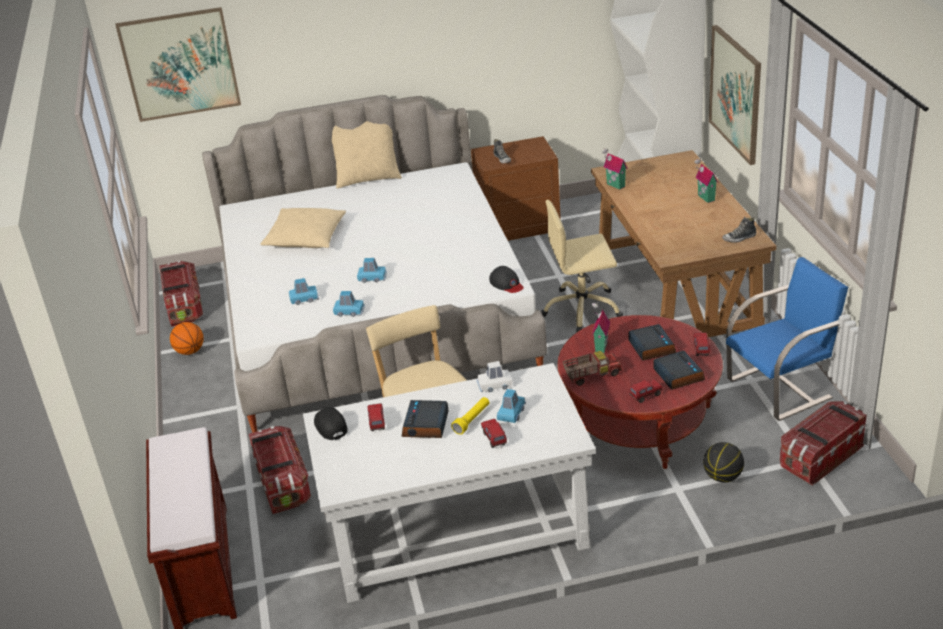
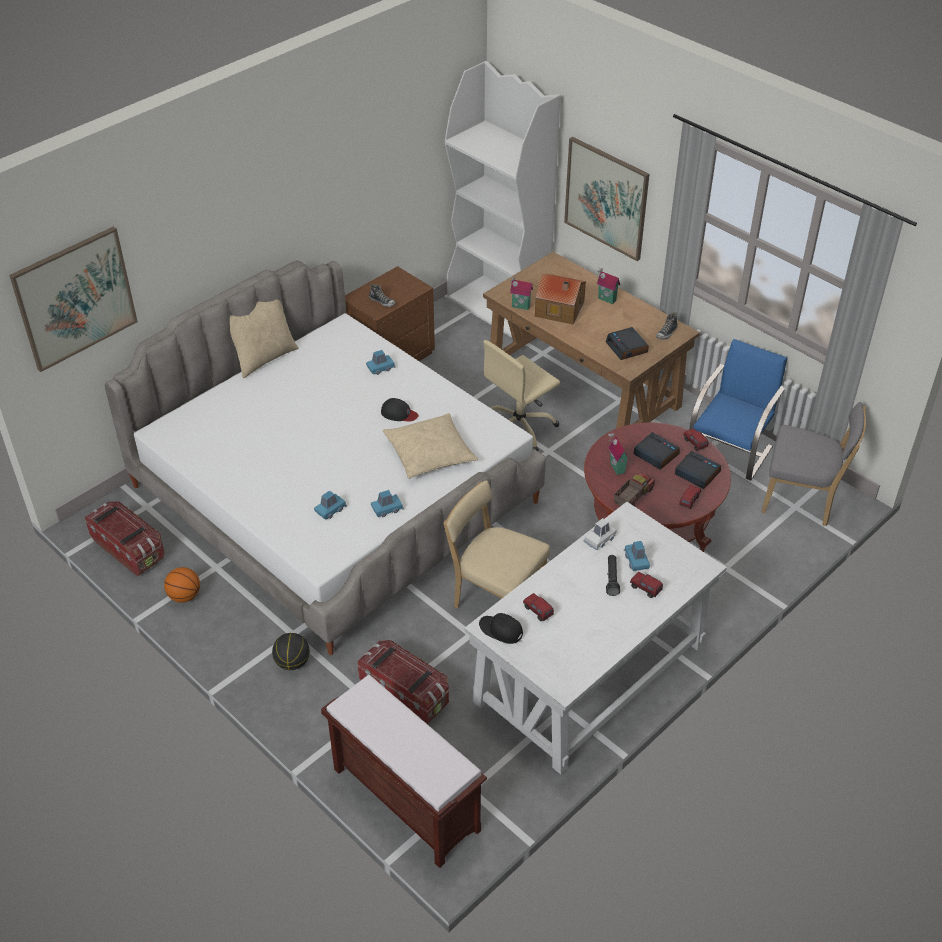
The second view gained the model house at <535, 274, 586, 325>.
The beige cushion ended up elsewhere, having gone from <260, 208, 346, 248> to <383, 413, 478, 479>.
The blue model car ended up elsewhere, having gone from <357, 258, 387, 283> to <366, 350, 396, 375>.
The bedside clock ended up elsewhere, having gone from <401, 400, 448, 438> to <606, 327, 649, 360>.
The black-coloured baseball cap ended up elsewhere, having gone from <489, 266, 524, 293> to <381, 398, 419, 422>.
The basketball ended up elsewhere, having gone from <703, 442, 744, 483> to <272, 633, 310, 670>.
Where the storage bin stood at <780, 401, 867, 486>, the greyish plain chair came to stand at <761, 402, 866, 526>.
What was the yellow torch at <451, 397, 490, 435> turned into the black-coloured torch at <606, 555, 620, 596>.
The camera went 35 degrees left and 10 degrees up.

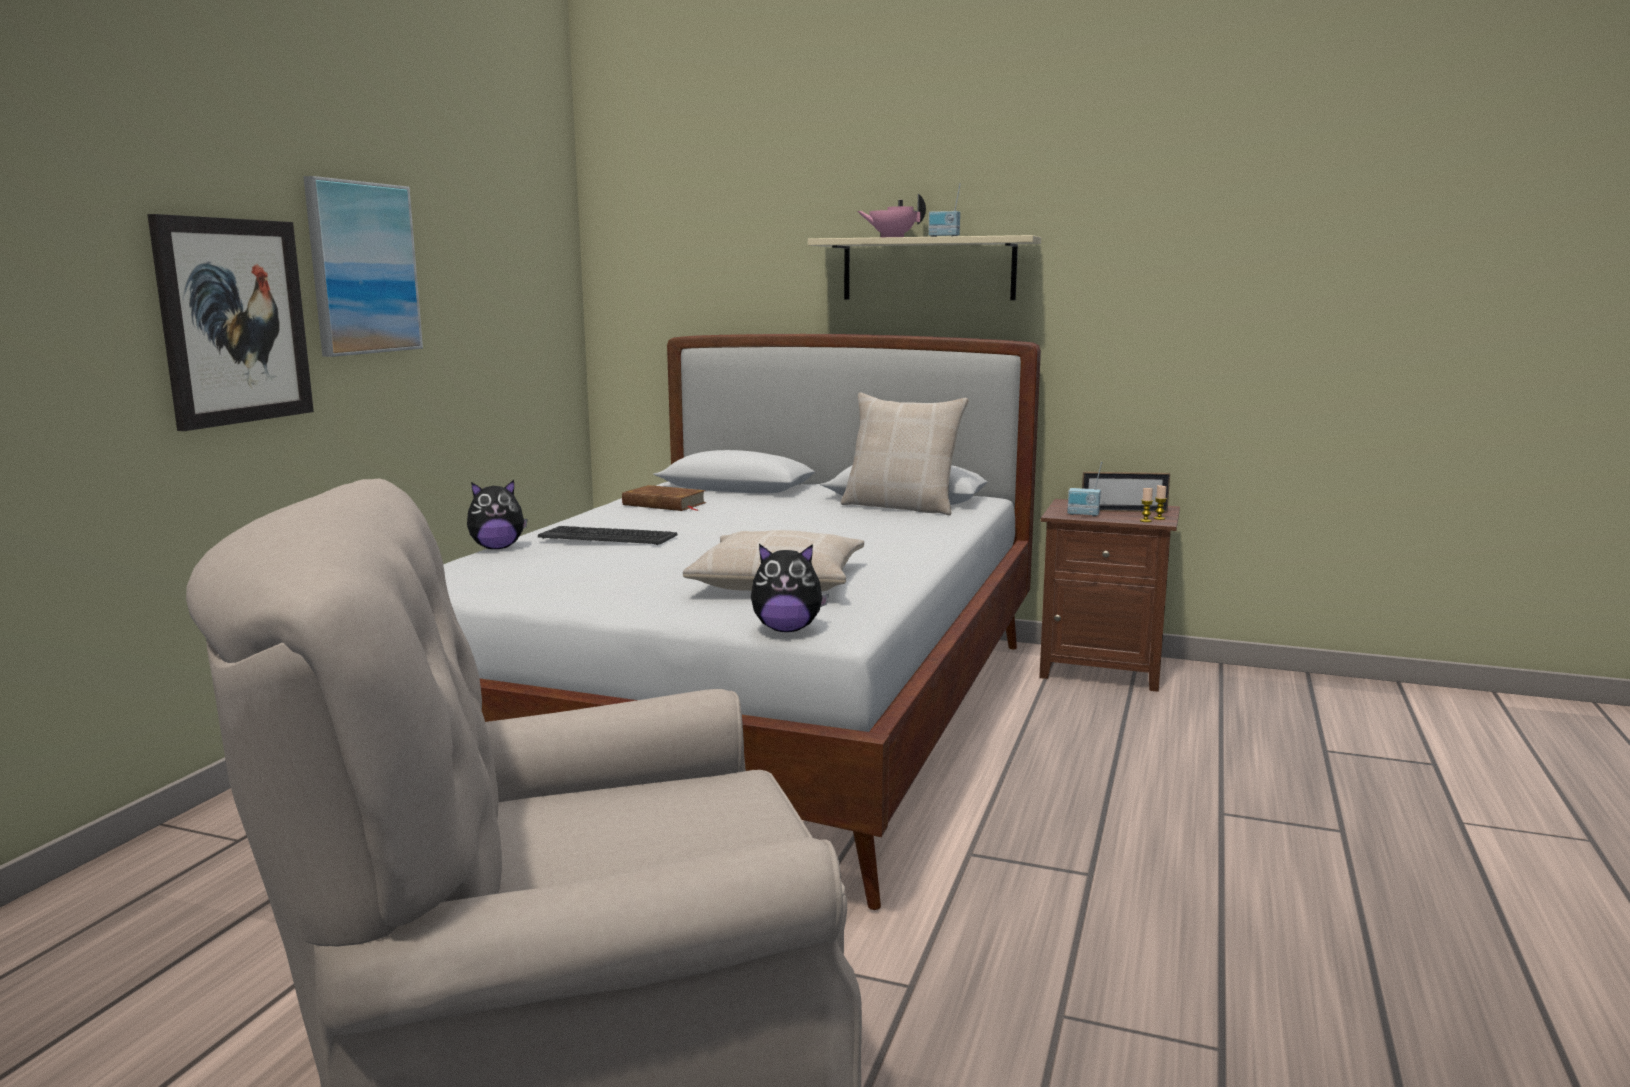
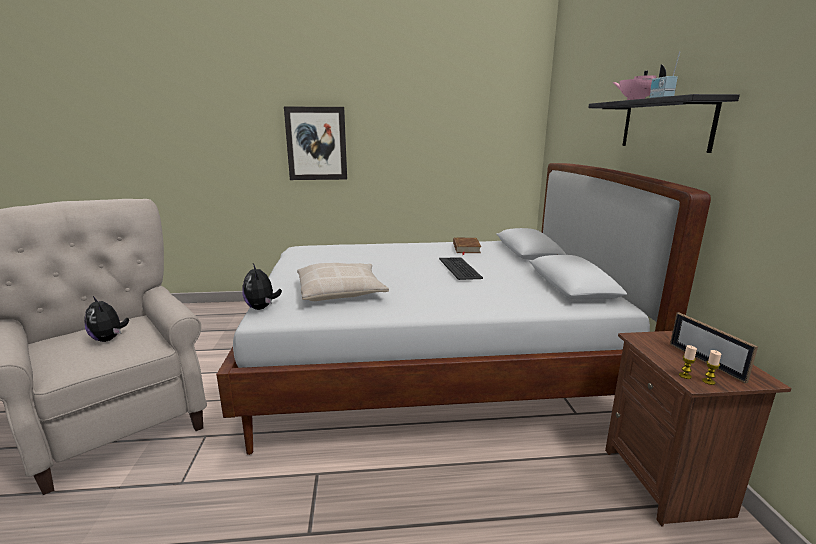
The second view lost the picture at <303, 176, 423, 357>.
The second view lost the beige cushion at <841, 393, 969, 515>.
The second view lost the radio at <1067, 462, 1102, 516>.
The plush toy ended up elsewhere, having gone from <467, 480, 527, 549> to <84, 296, 129, 342>.
The keyboard ended up elsewhere, having gone from <538, 526, 678, 545> to <439, 257, 483, 280>.
What was the beige shelf at <808, 235, 1041, 300> turned into the black-coloured shelf at <588, 94, 740, 153>.
The camera went 65 degrees right and 5 degrees up.

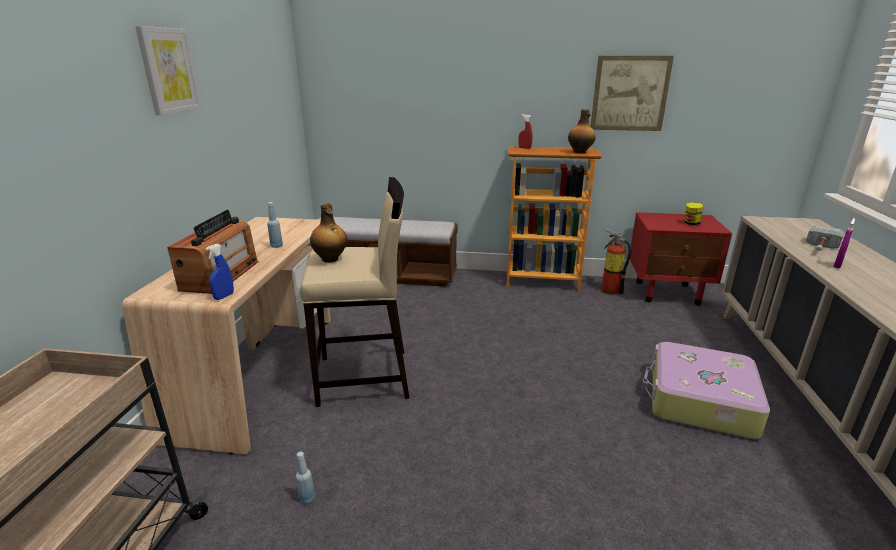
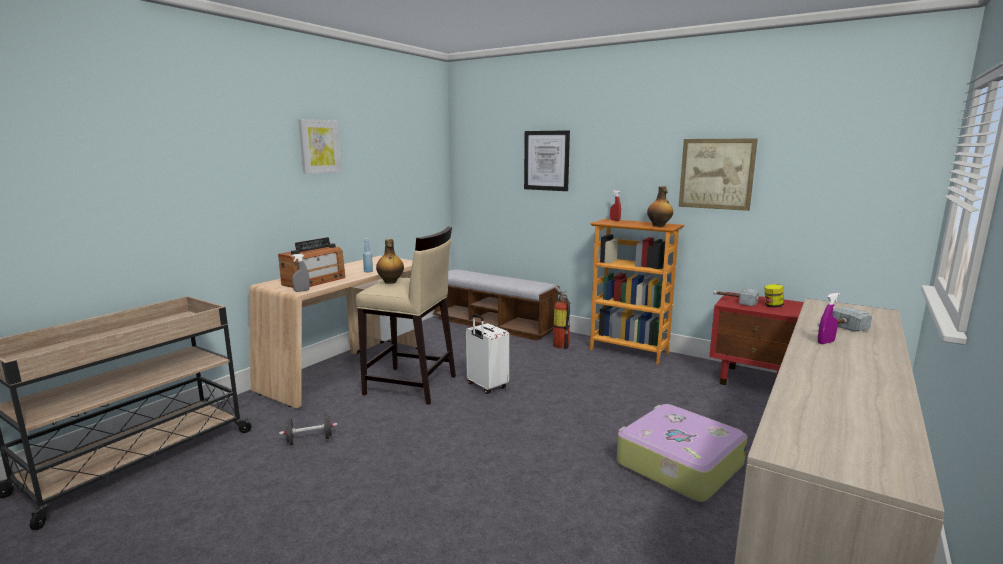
The second view gained the white-coloured piece of luggage at <466, 314, 509, 394>.
The second view gained the picture at <524, 130, 570, 191>.
The second view gained the hand hammer at <713, 288, 759, 306>.
The fire extinguisher ended up elsewhere, having gone from <601, 228, 632, 295> to <553, 286, 571, 349>.
Where the blue beverage bottle stood at <296, 452, 315, 504>, the black-coloured free weight came to stand at <279, 413, 337, 445>.
What was the blue hand sprayer at <205, 244, 234, 300> turned into the greyish hand sprayer at <292, 254, 310, 292>.
The camera went 25 degrees right and 10 degrees down.

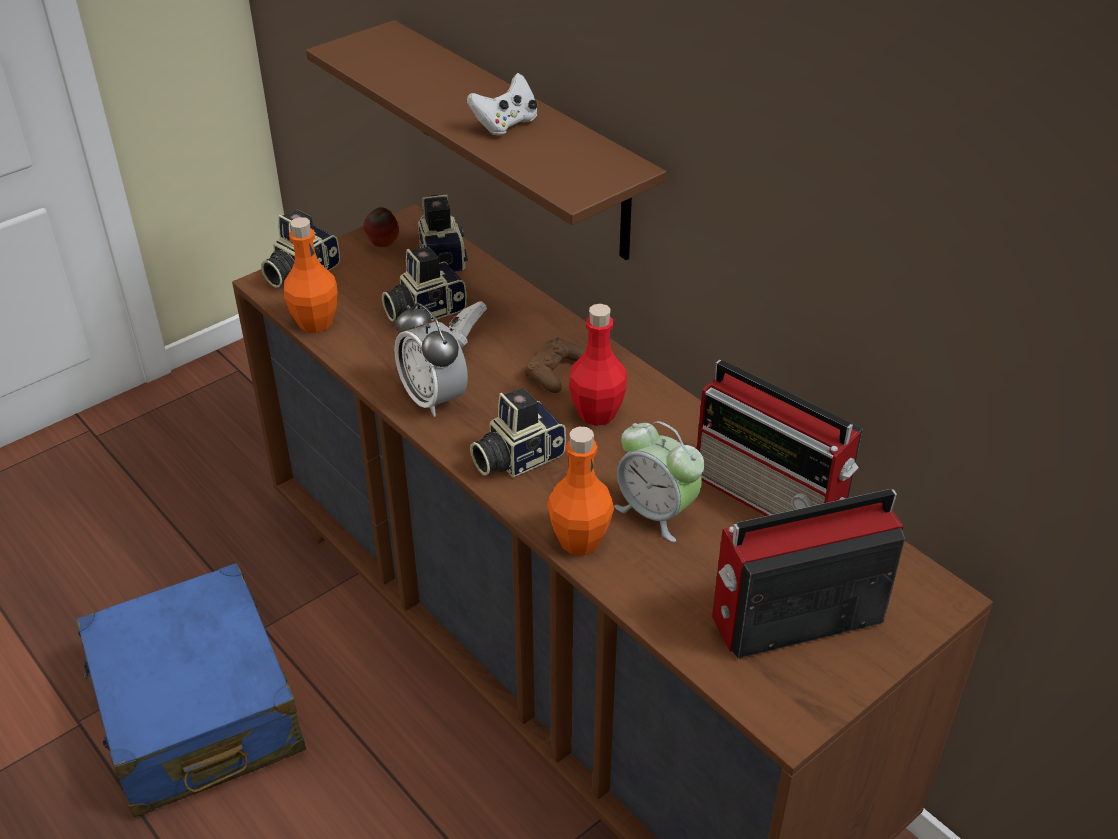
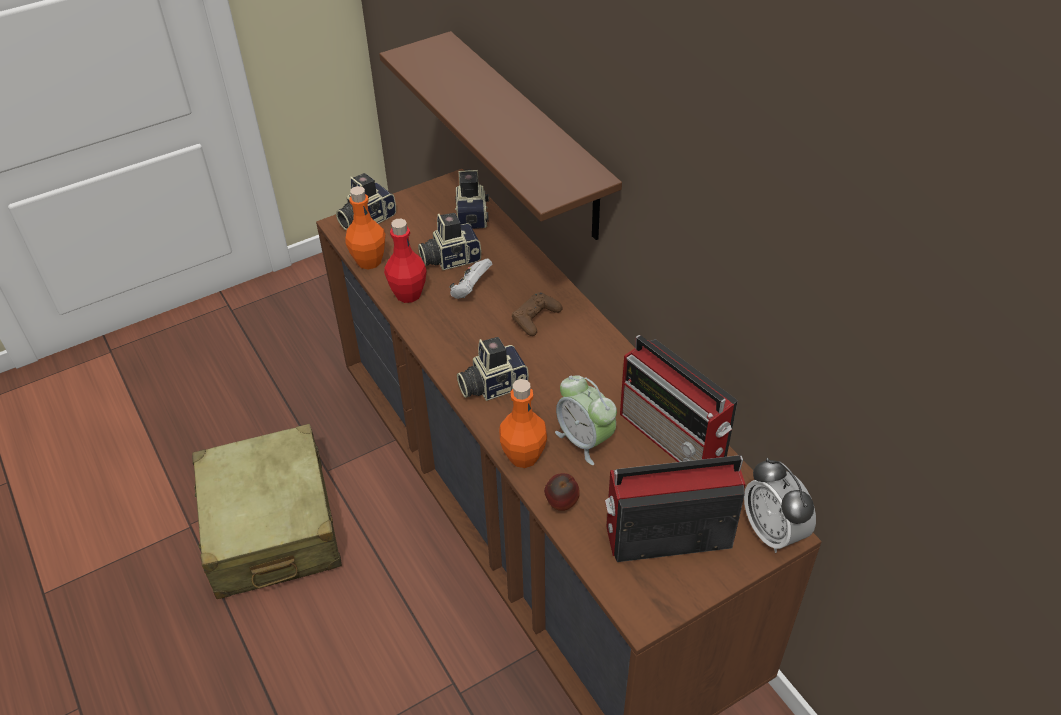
The second view lost the white-coloured gamepad at <467, 73, 537, 135>.
The apple fruit ended up elsewhere, having gone from <364, 207, 399, 247> to <544, 473, 580, 511>.
The bedside clock ended up elsewhere, having gone from <394, 303, 468, 417> to <744, 458, 816, 553>.
The red beverage bottle ended up elsewhere, having gone from <569, 304, 627, 426> to <384, 219, 427, 303>.
What was the blue piece of luggage at <76, 563, 306, 817> turned into the beige piece of luggage at <192, 424, 342, 599>.
The camera went 10 degrees right and 5 degrees up.

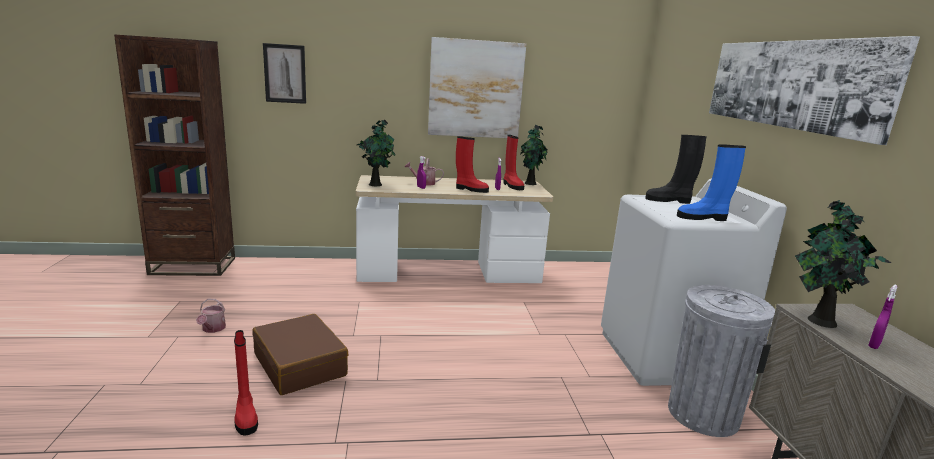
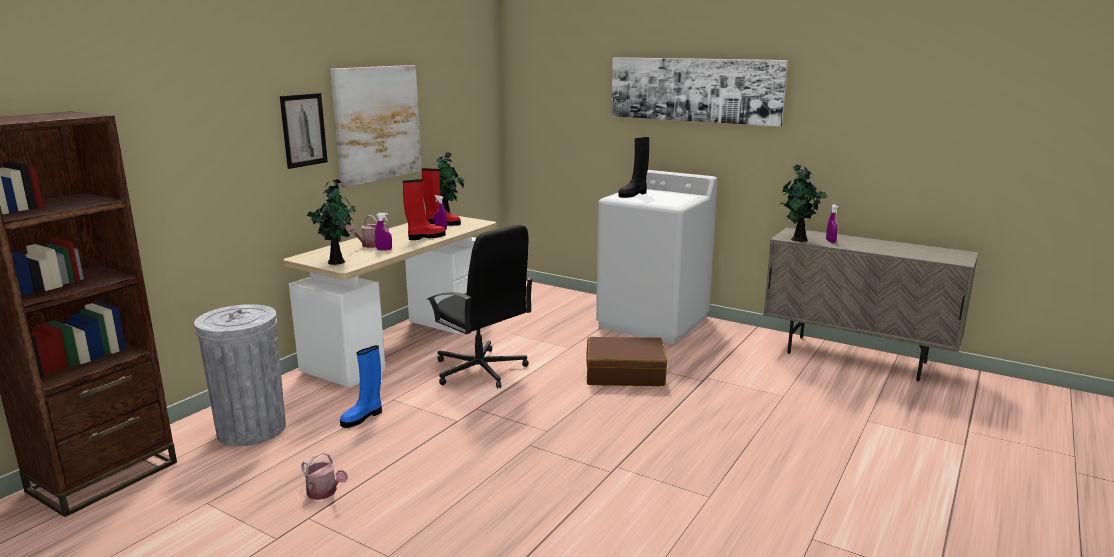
The second view lost the red tall boot at <234, 330, 258, 436>.
The second view gained the black-coloured desk chair at <428, 225, 534, 388>.
The brown-coloured piece of luggage ended up elsewhere, having gone from <252, 314, 349, 395> to <586, 337, 667, 386>.
The picture ended up elsewhere, having gone from <263, 43, 306, 104> to <280, 93, 328, 169>.
The greyish rubbish bin ended up elsewhere, having gone from <668, 285, 775, 437> to <194, 304, 286, 446>.
The blue tall boot ended up elsewhere, having gone from <677, 144, 746, 221> to <340, 345, 382, 428>.
The camera went 50 degrees left and 0 degrees up.

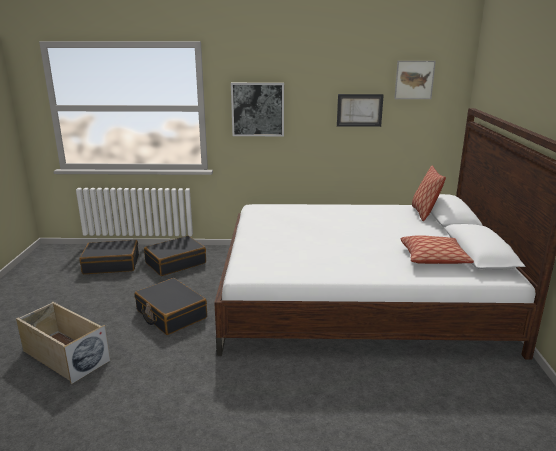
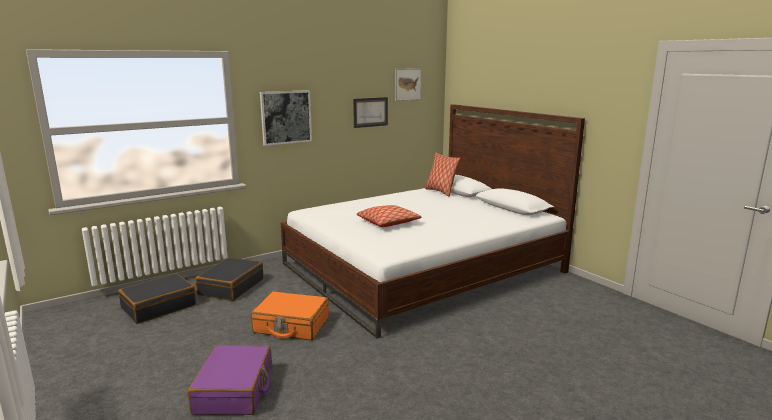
The cushion ended up elsewhere, having gone from <401, 235, 474, 264> to <357, 205, 421, 227>.
Where the beige storage bin stood at <16, 302, 110, 384>, the purple piece of luggage came to stand at <188, 345, 272, 415>.
What was the black-coloured piece of luggage at <134, 278, 207, 335> turned into the orangey piece of luggage at <251, 291, 329, 340>.
The camera went 35 degrees left and 5 degrees down.

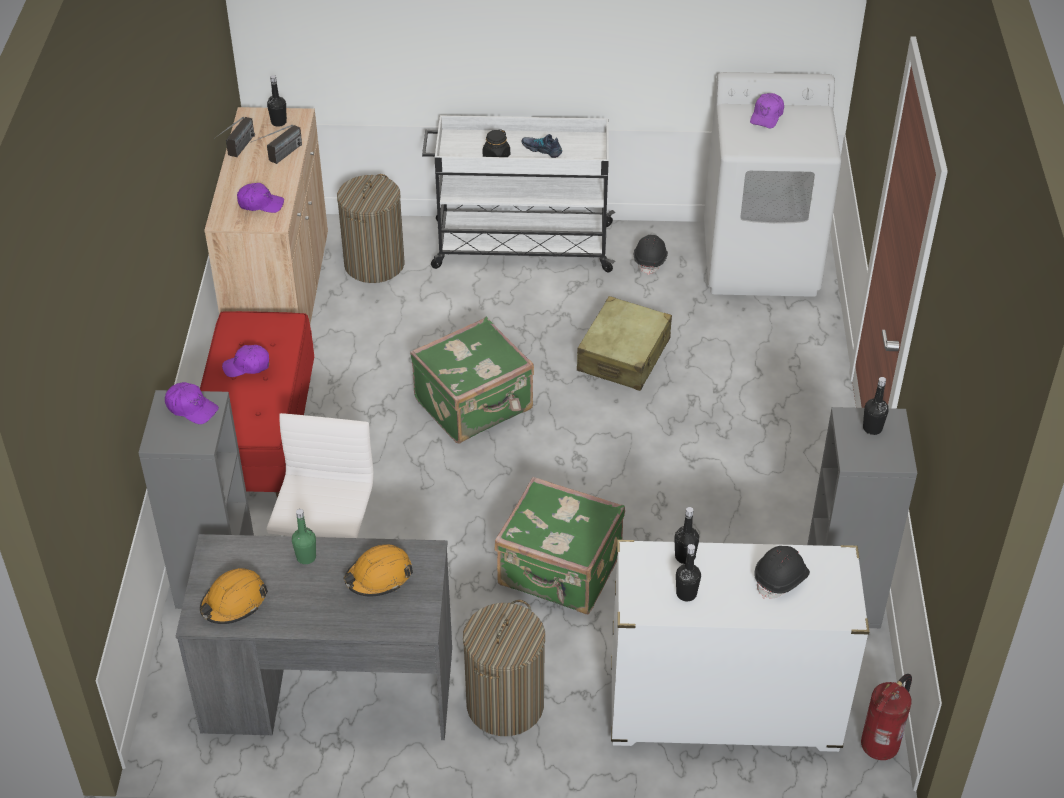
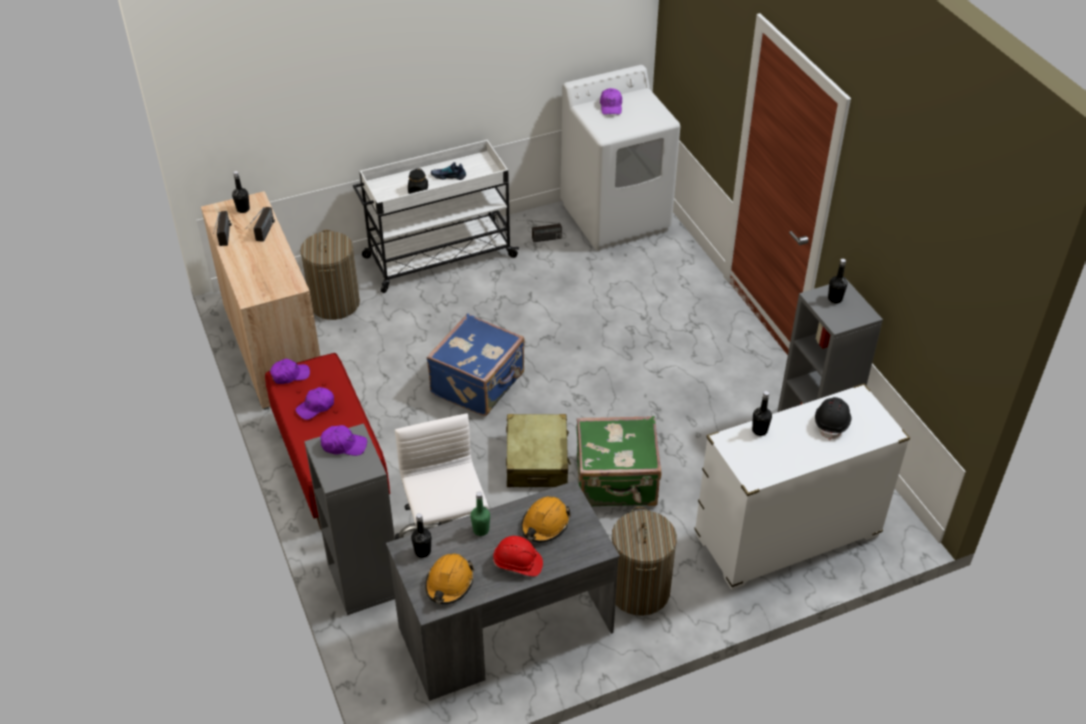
The second view lost the fire extinguisher at <861, 674, 912, 760>.
The second view gained the red hard hat at <493, 536, 543, 576>.
The purple baseball cap ended up elsewhere, having gone from <237, 183, 284, 213> to <270, 359, 310, 384>.
The beige piece of luggage ended up elsewhere, having gone from <577, 296, 672, 391> to <506, 414, 571, 487>.
The black-coloured beverage bottle ended up elsewhere, having gone from <676, 544, 701, 602> to <411, 513, 431, 558>.
Where the black-coloured hard hat stood at <634, 235, 668, 275>, the radio came to stand at <521, 220, 562, 242>.
What was the green piece of luggage at <410, 317, 534, 444> turned into the blue piece of luggage at <426, 314, 525, 416>.
The camera went 25 degrees left and 0 degrees up.

